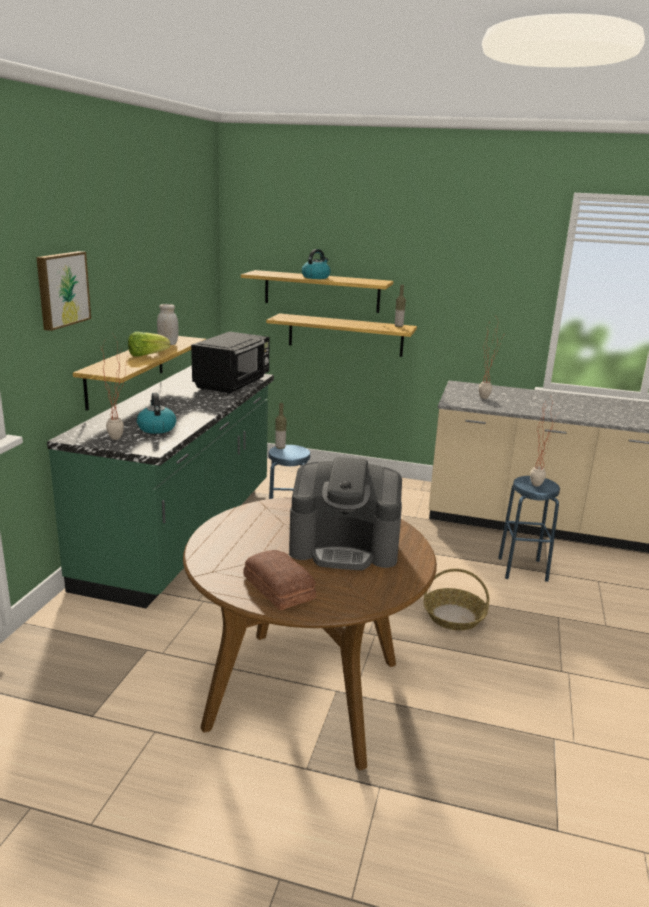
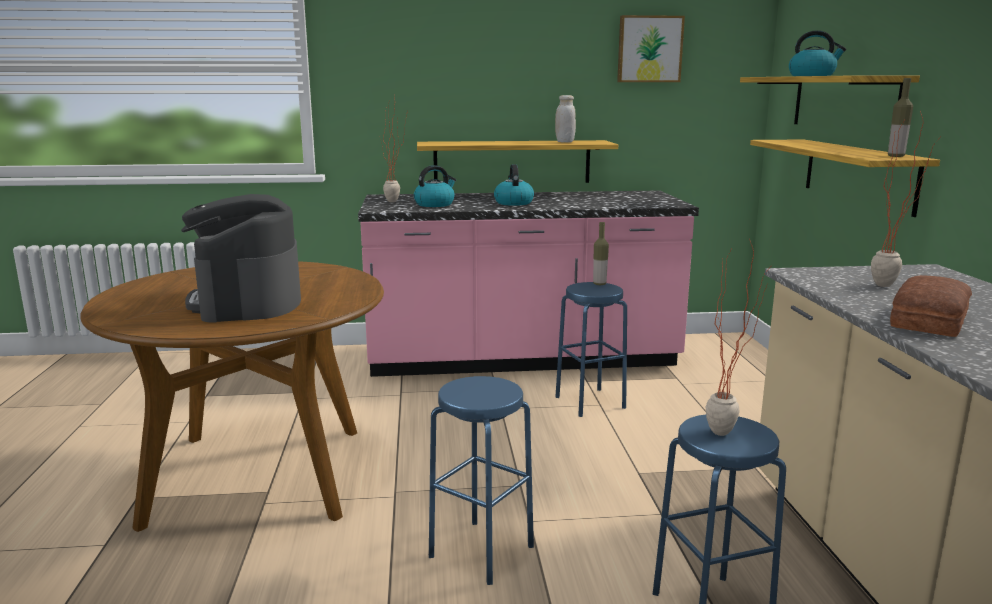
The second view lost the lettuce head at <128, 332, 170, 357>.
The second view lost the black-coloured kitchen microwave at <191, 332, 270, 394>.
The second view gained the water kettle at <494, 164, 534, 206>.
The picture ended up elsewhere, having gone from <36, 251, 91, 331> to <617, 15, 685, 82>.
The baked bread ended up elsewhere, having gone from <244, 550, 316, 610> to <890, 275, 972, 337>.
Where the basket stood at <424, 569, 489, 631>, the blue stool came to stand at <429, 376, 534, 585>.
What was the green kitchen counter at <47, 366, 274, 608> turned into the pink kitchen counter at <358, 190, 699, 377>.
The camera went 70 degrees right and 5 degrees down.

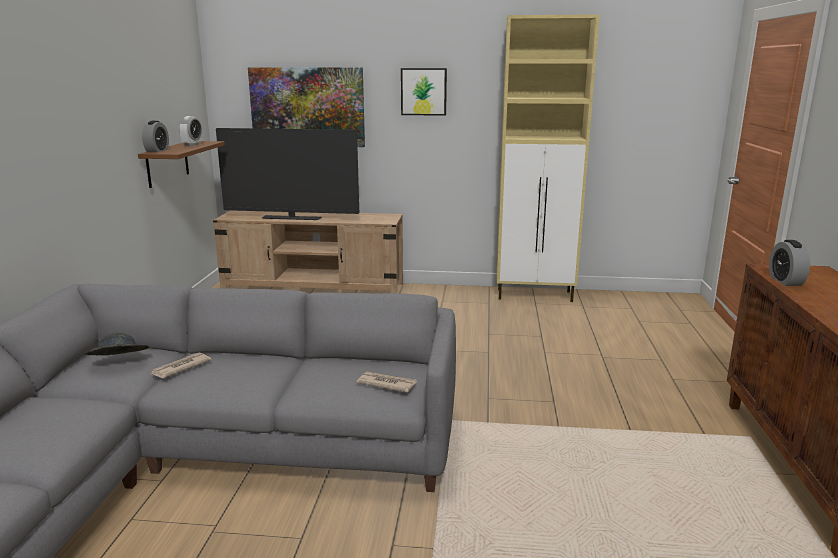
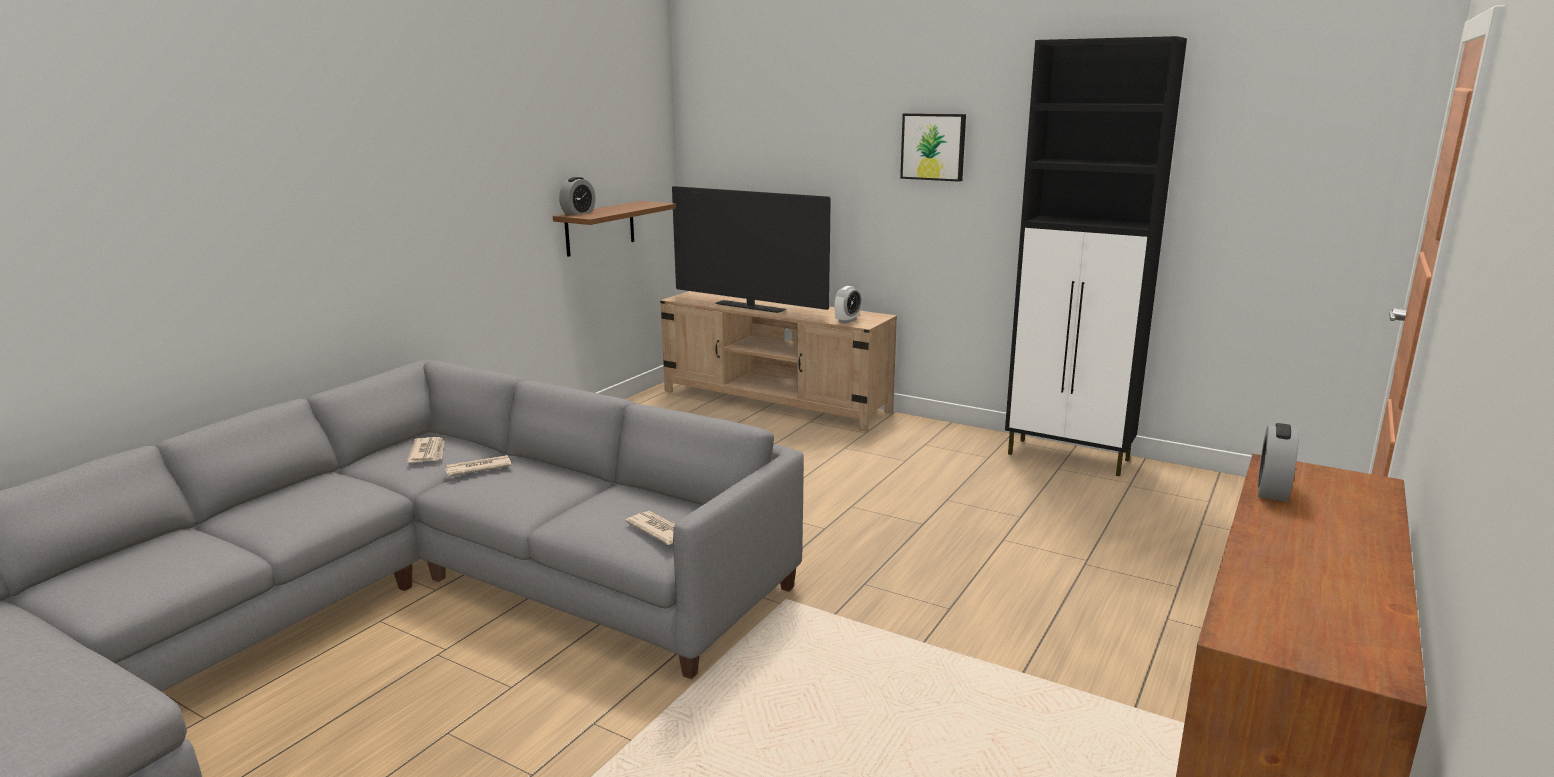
The second view lost the picture at <248, 68, 365, 147>.
The bedside clock ended up elsewhere, having gone from <179, 116, 202, 146> to <834, 286, 862, 323>.
Where the greyish wearable hat stood at <85, 333, 149, 355>, the daily paper came to stand at <407, 437, 444, 462>.
What was the beige cupboard at <497, 14, 600, 302> turned into the black-coloured cupboard at <1005, 36, 1187, 476>.
The camera went 25 degrees right and 0 degrees up.

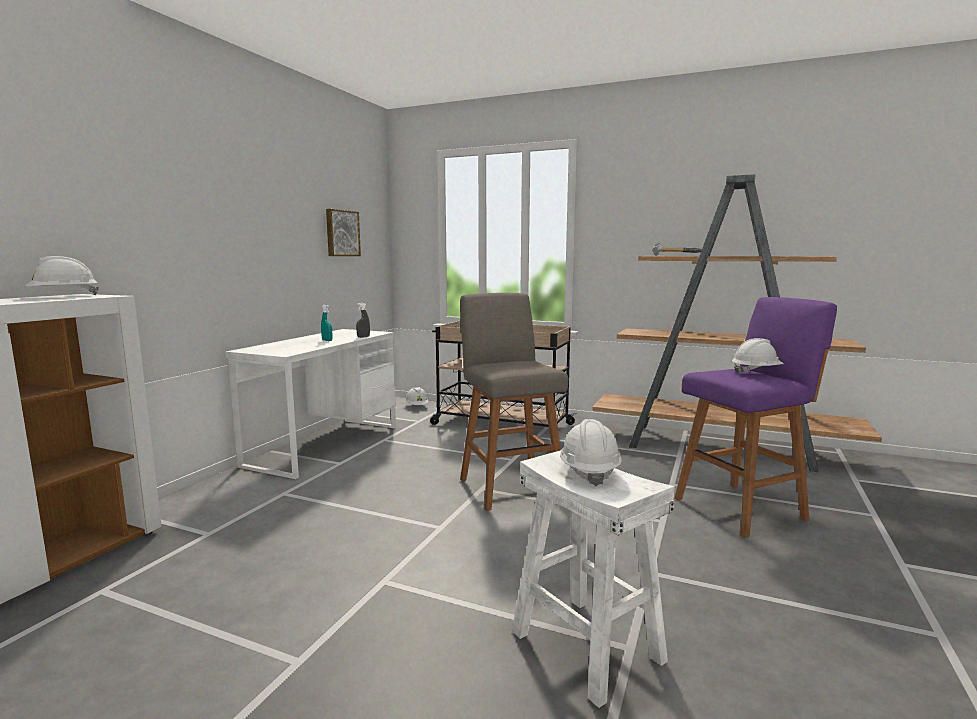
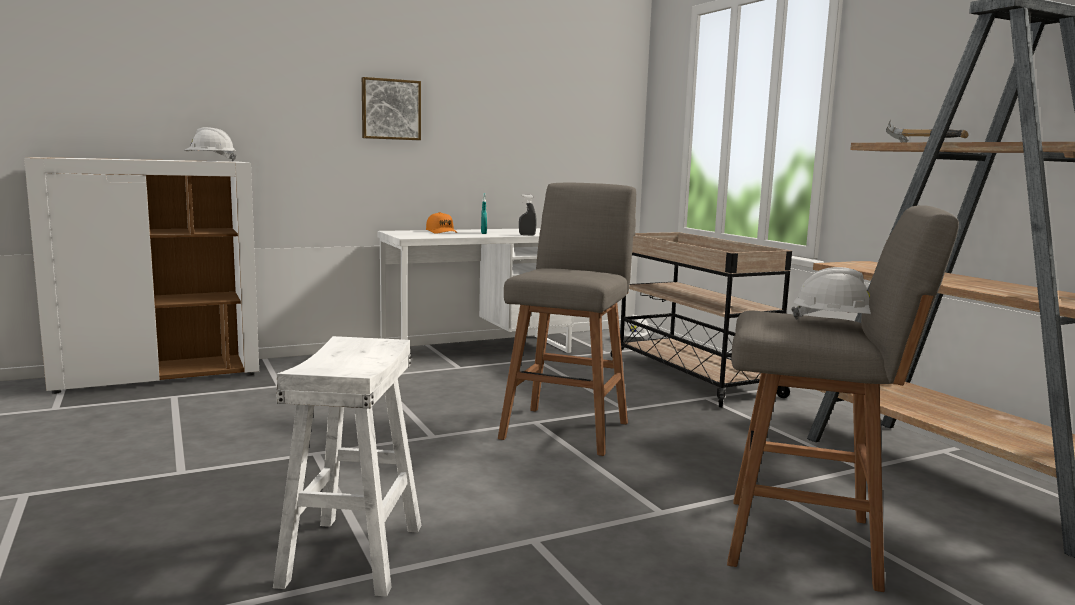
The second view lost the white-coloured hard hat at <560, 419, 622, 487>.
The second view gained the orangey baseball cap at <426, 212, 458, 234>.
The picture ended up elsewhere, having gone from <326, 209, 361, 256> to <362, 77, 421, 140>.
What was the purple stool at <675, 297, 837, 538> turned into the greyish stool at <727, 205, 959, 592>.
The camera went 40 degrees right and 0 degrees up.

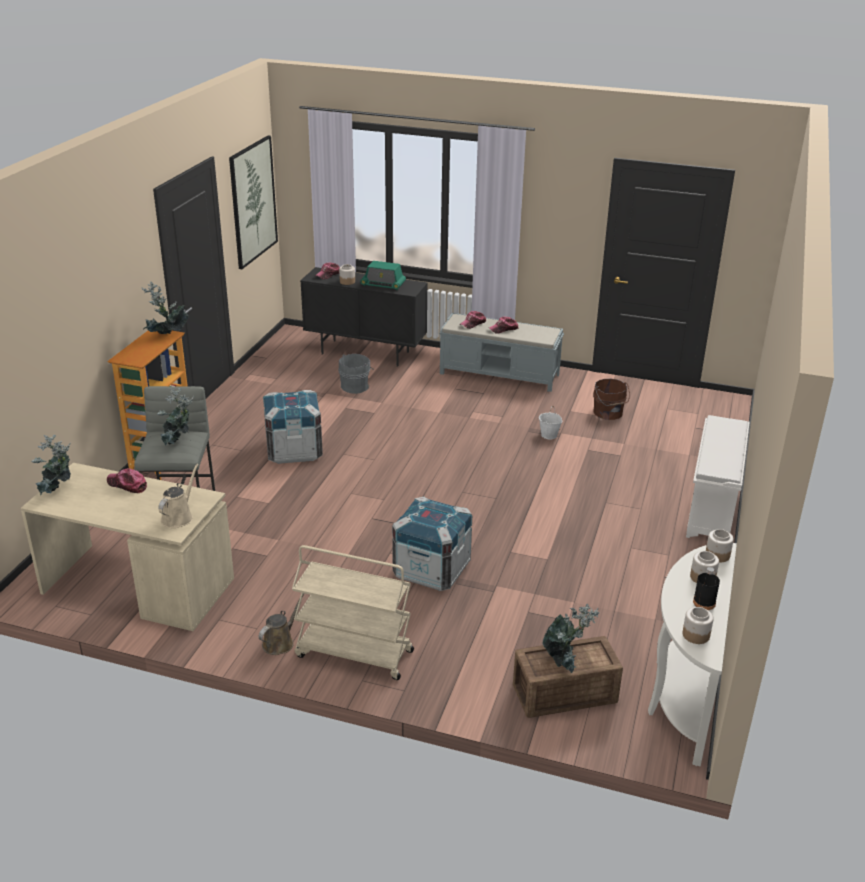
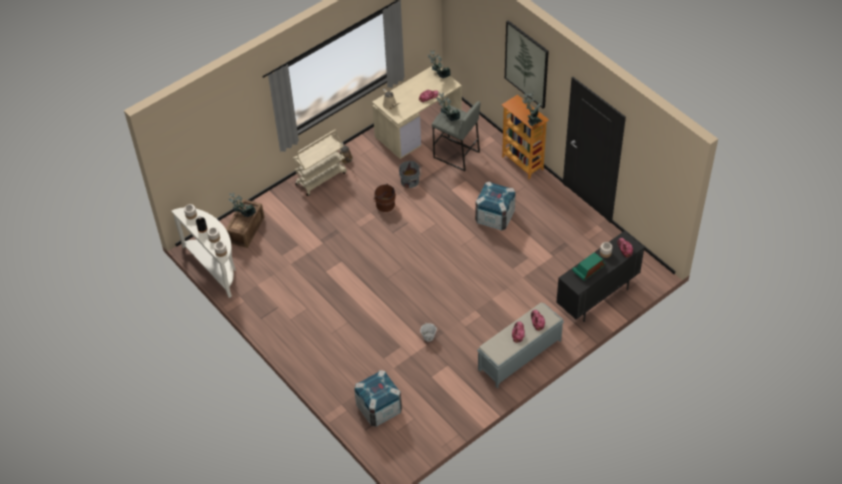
The second view lost the white-coloured shoe shelf at <686, 415, 750, 538>.
The picture ended up elsewhere, having gone from <229, 135, 278, 269> to <505, 20, 549, 109>.
The greyish pail ended up elsewhere, having gone from <338, 354, 374, 394> to <399, 161, 421, 188>.
The shipping crate ended up elsewhere, having gone from <392, 497, 472, 591> to <354, 370, 402, 427>.
The brown-coloured pail ended up elsewhere, having gone from <593, 379, 630, 420> to <373, 184, 396, 212>.
The camera went 125 degrees right and 20 degrees up.

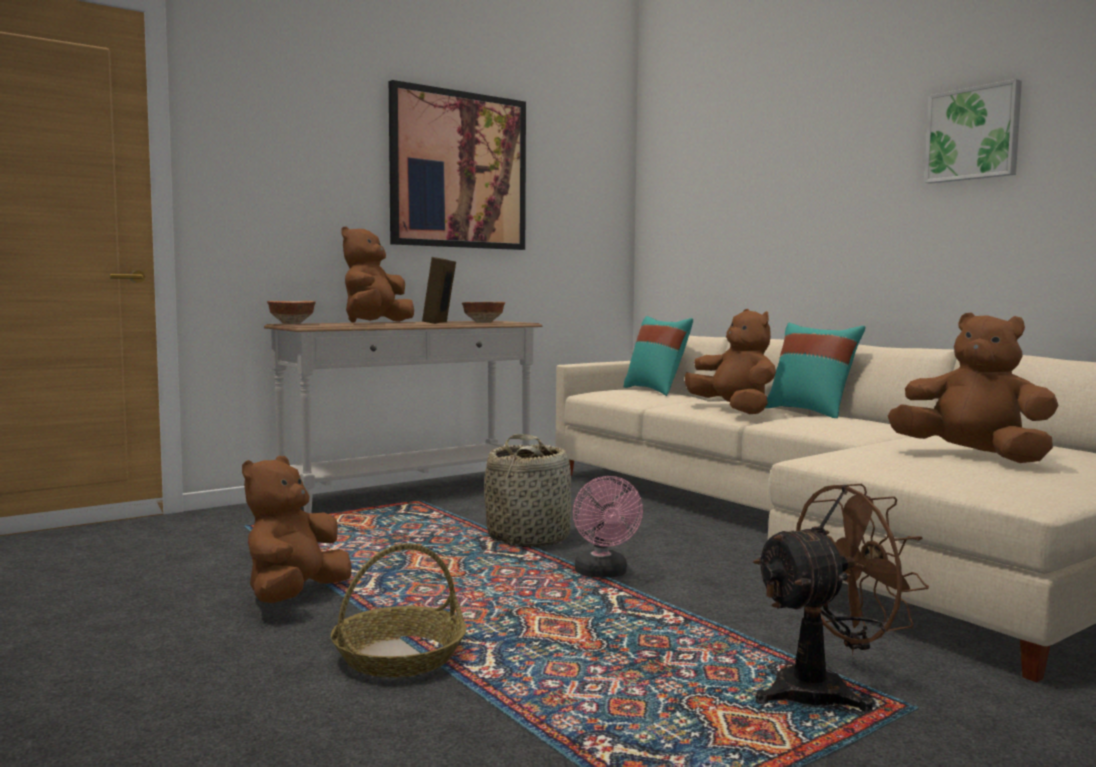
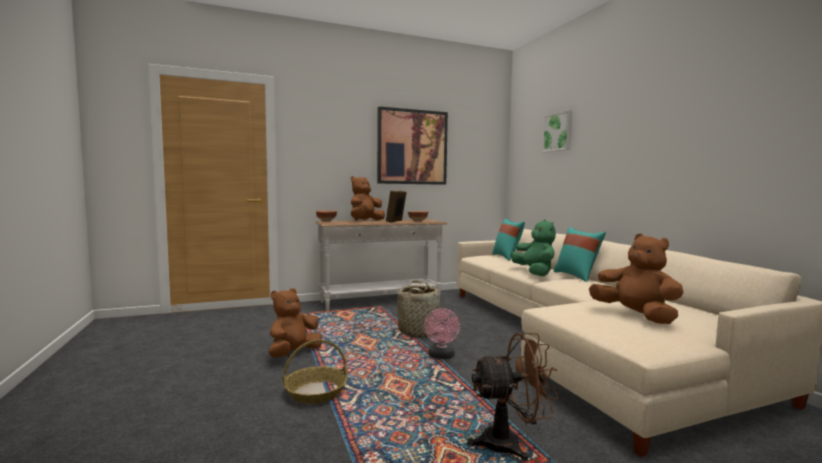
The picture ended up elsewhere, having gone from <924, 79, 1022, 184> to <542, 110, 573, 152>.
What was the brown-coloured plush toy at <685, 309, 776, 414> turned into the green plush toy at <511, 220, 556, 276>.
The camera went 15 degrees right and 0 degrees up.

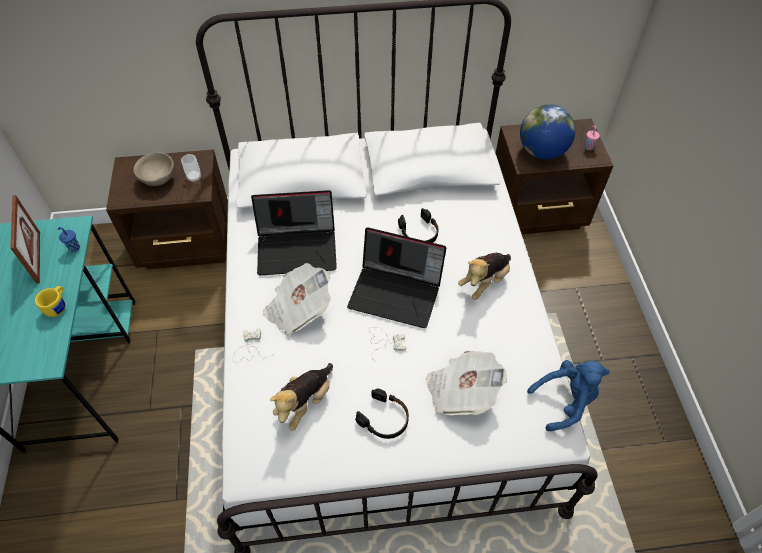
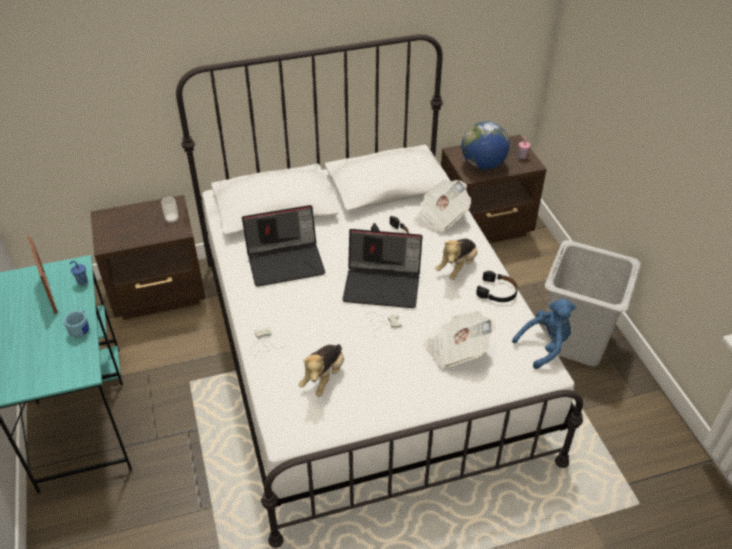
The second view lost the beige deep dish at <133, 152, 175, 186>.
The second view gained the greyish hamper at <544, 240, 641, 367>.
The daily paper ended up elsewhere, having gone from <263, 263, 330, 335> to <414, 180, 471, 233>.
The black-coloured headset ended up elsewhere, having gone from <355, 388, 409, 439> to <476, 271, 518, 302>.
What was the yellow mug at <35, 286, 65, 317> turned into the blue mug at <64, 310, 89, 338>.
The camera went 10 degrees left and 10 degrees down.

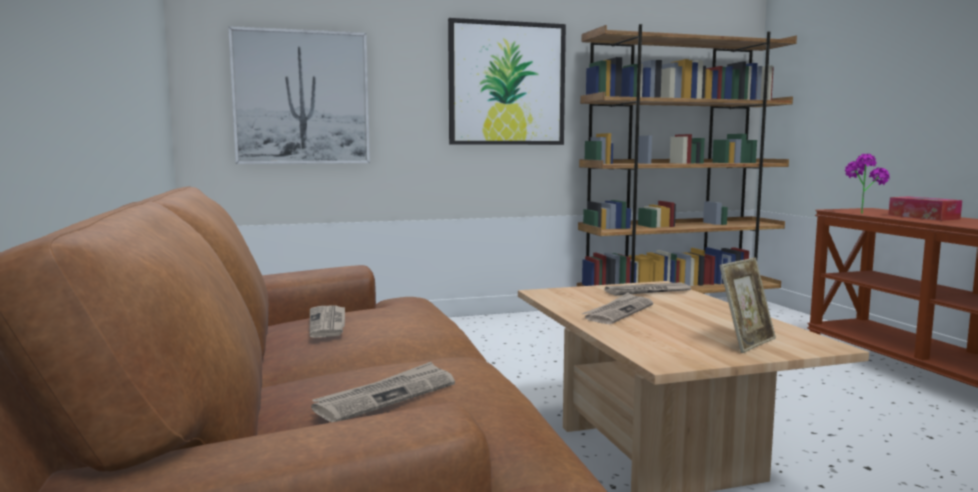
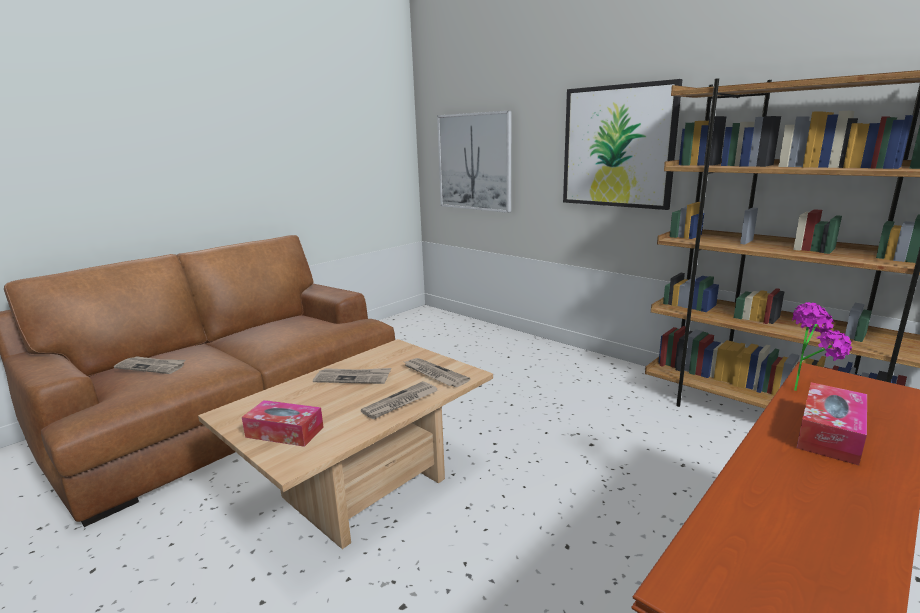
The daily paper ended up elsewhere, having gone from <310, 306, 345, 338> to <361, 381, 438, 420>.
Where the photo frame stood at <720, 257, 776, 353>, the tissue holder came to stand at <242, 400, 324, 447>.
The camera went 60 degrees right and 10 degrees up.

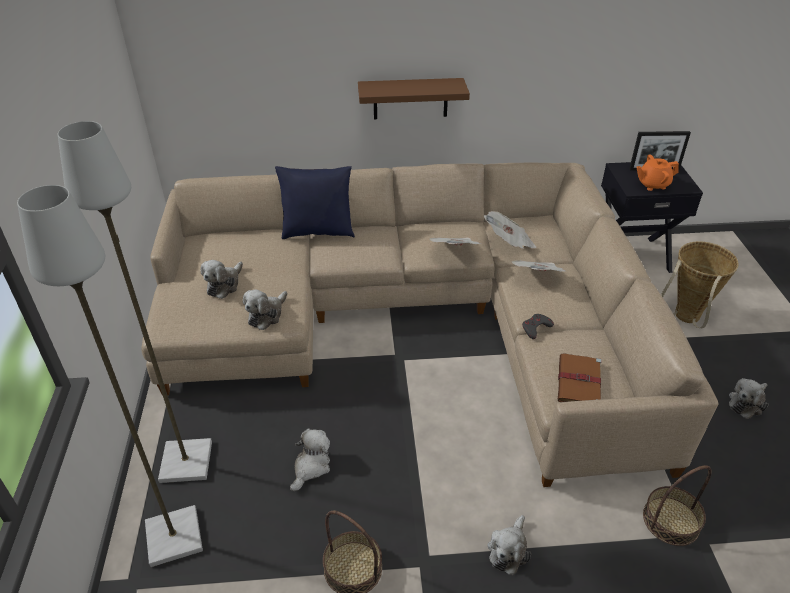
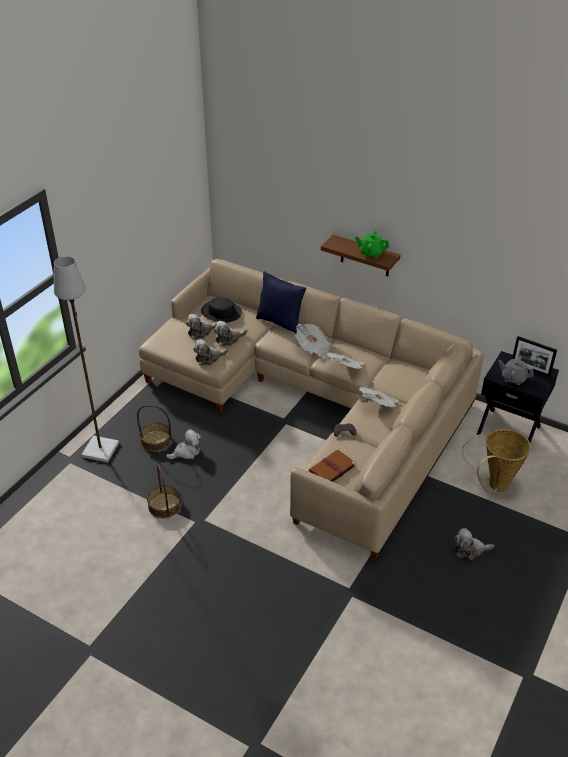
The second view lost the greyish floor lamp at <58, 121, 212, 483>.
The second view gained the black-coloured wearable hat at <201, 297, 242, 322>.
The second view gained the green tea pot at <355, 231, 389, 258>.
The daily paper ended up elsewhere, having gone from <484, 211, 537, 249> to <295, 323, 331, 358>.
The plush toy ended up elsewhere, having gone from <487, 515, 531, 575> to <214, 321, 247, 346>.
The basket ended up elsewhere, having gone from <643, 465, 712, 546> to <137, 405, 172, 452>.
What was the orangey tea pot at <636, 154, 679, 191> turned into the greyish tea pot at <498, 356, 534, 385>.
The camera went 35 degrees right and 0 degrees up.

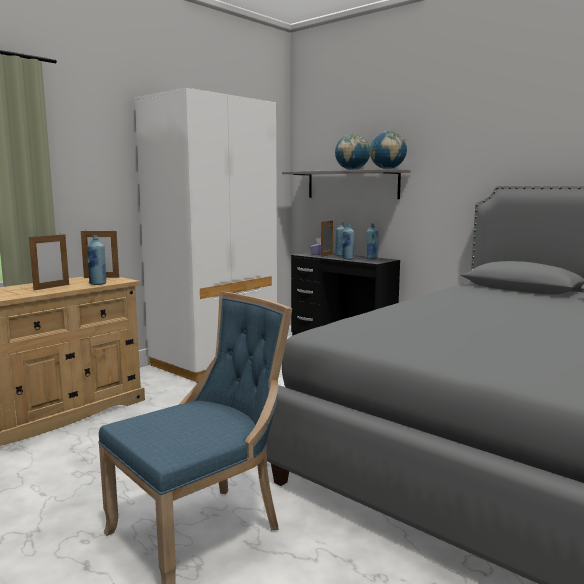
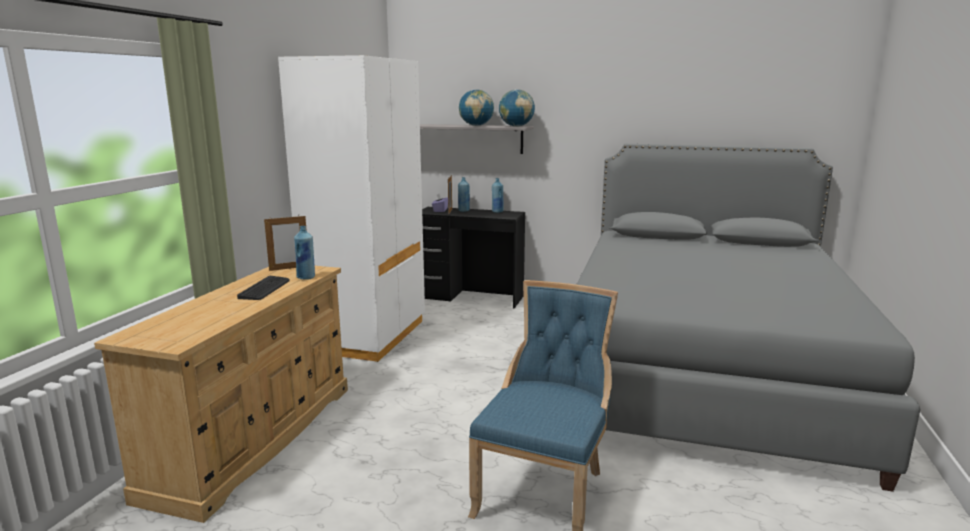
The second view lost the blue beverage bottle at <342, 224, 355, 260>.
Where the photo frame stood at <29, 233, 69, 290>, the keyboard came to stand at <237, 276, 290, 300>.
The camera went 25 degrees left and 5 degrees up.

